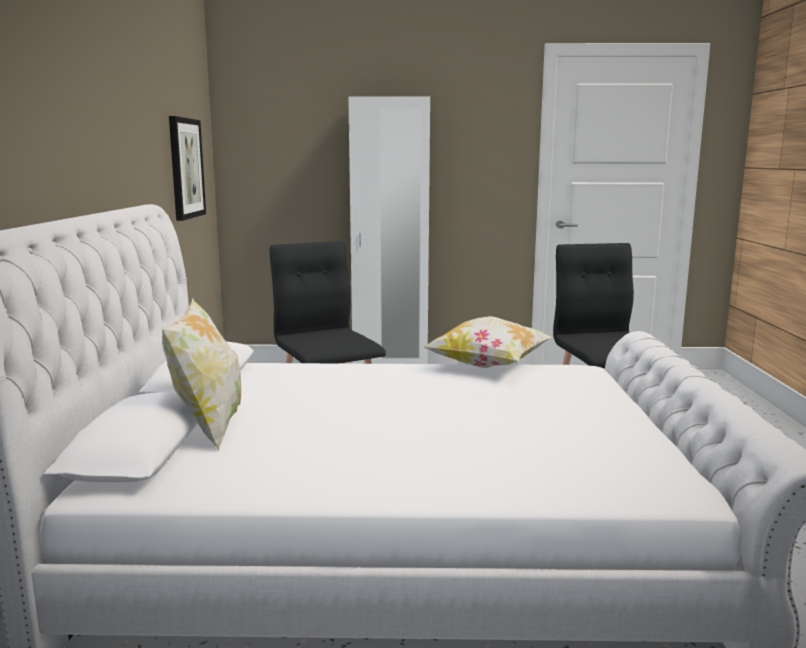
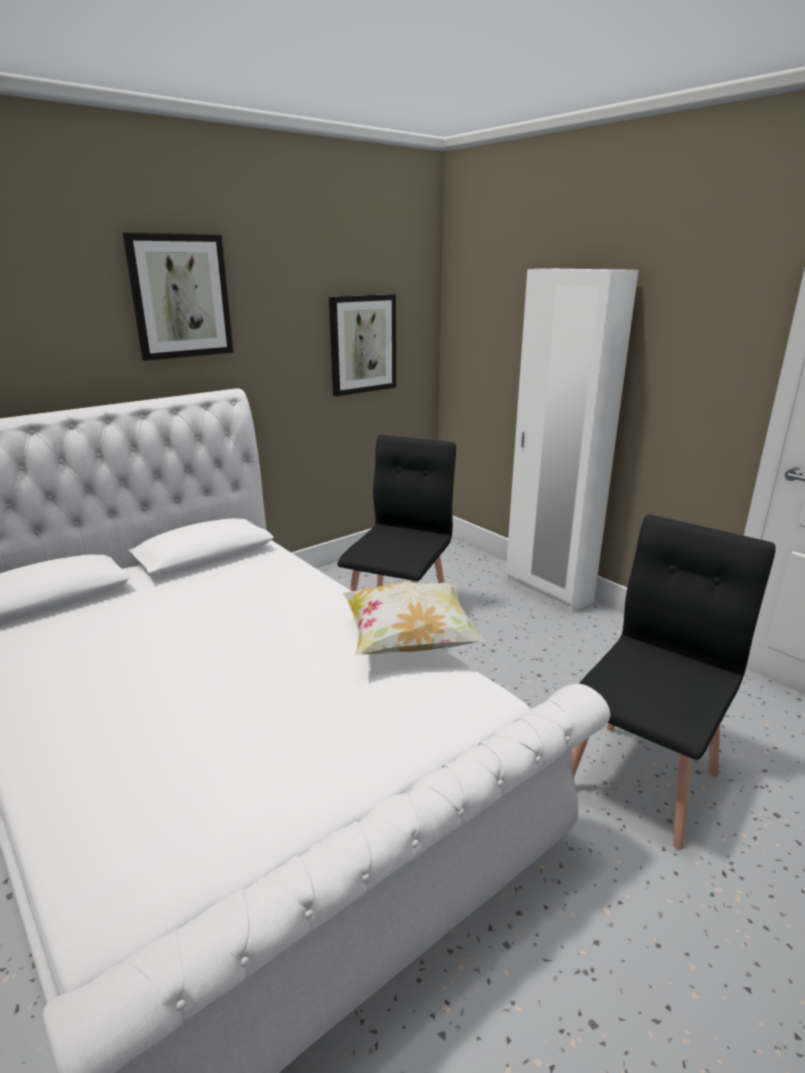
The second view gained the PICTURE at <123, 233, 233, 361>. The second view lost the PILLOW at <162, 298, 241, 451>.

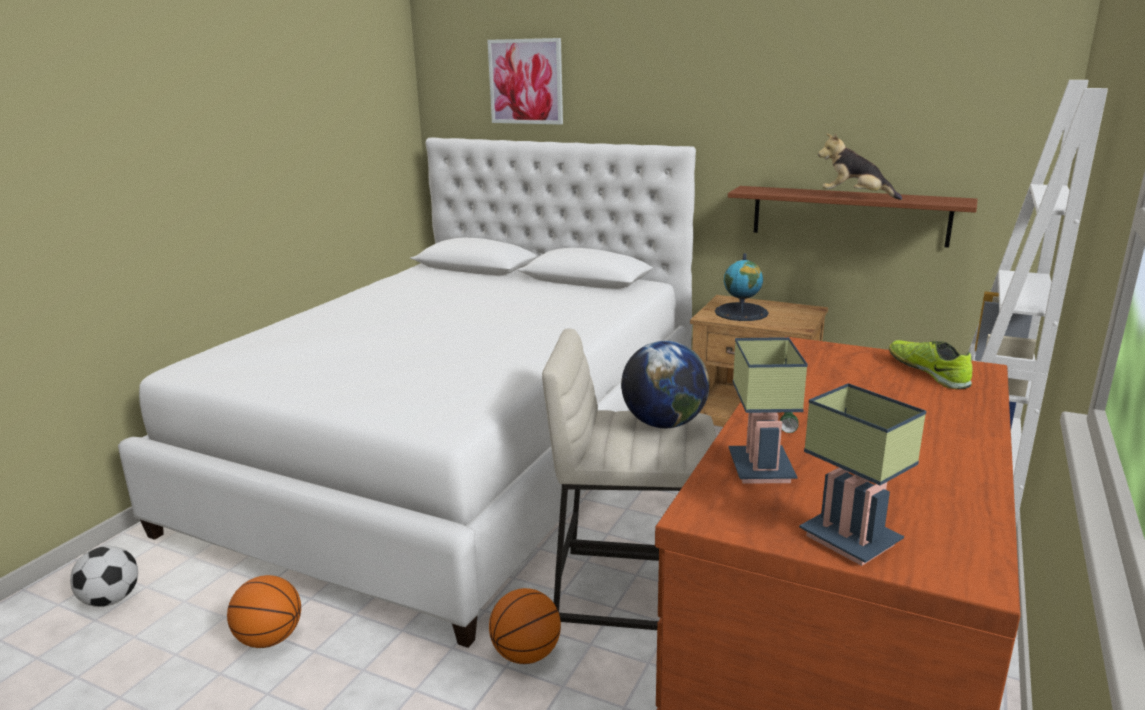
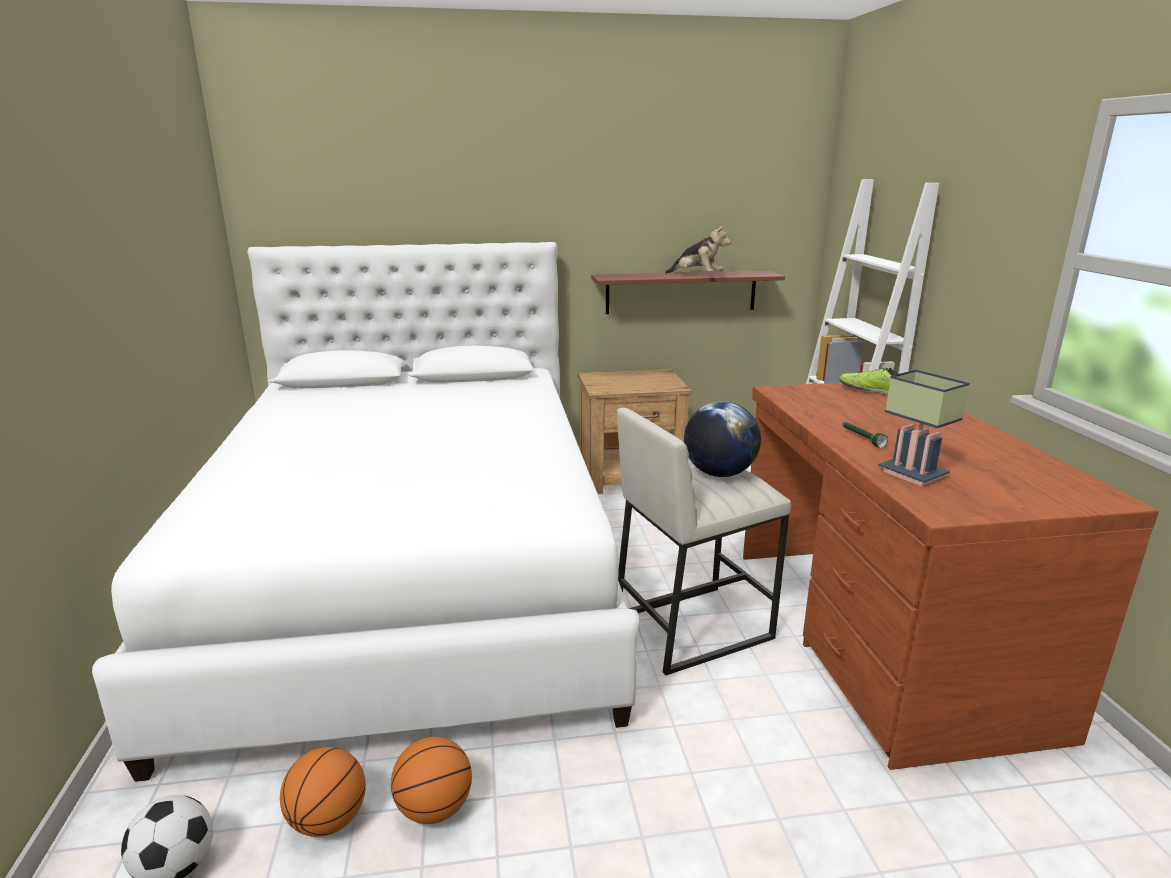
The BALL FOR BASKETBALL ended up elsewhere, having gone from <489, 588, 561, 664> to <280, 747, 366, 837>. The SOFT TOY at <818, 134, 902, 200> ended up facing another way, 135 degrees counterclockwise from before. The second view lost the PICTURE at <487, 38, 563, 125>. The second view lost the GLOBE at <715, 253, 769, 321>. The second view lost the TABLETOP LAMP at <799, 383, 926, 566>.

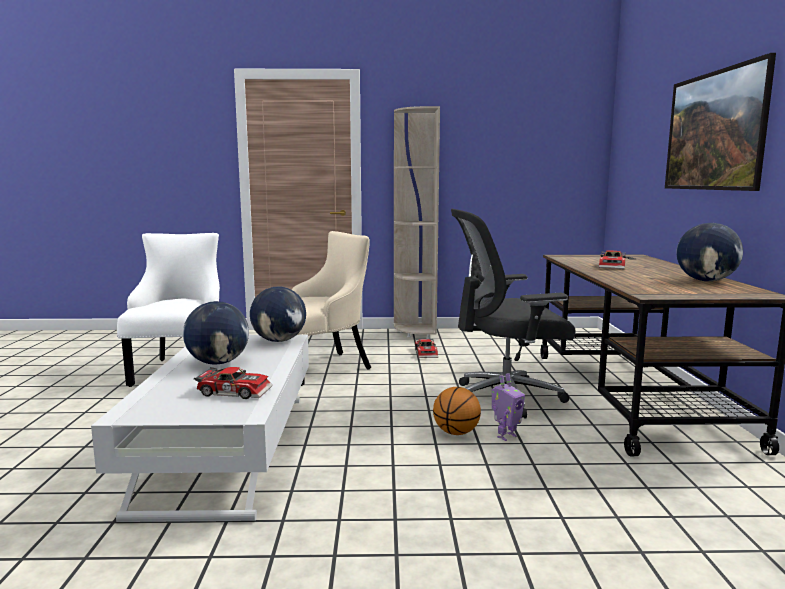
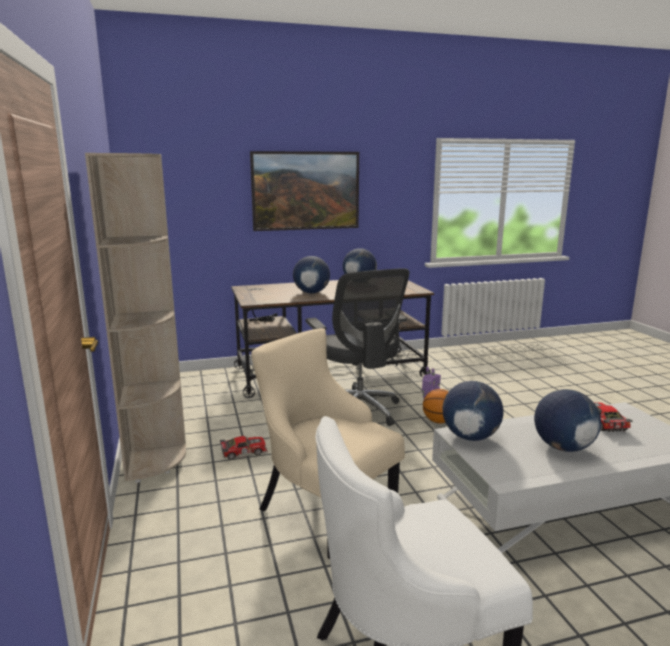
Where the TOY CAR stood at <599, 251, 626, 269>, the GLOBE came to stand at <293, 256, 330, 293>.

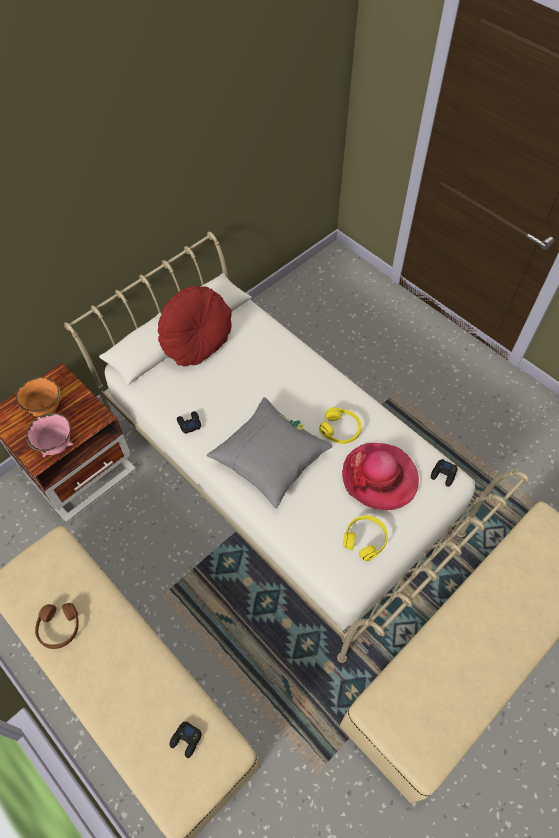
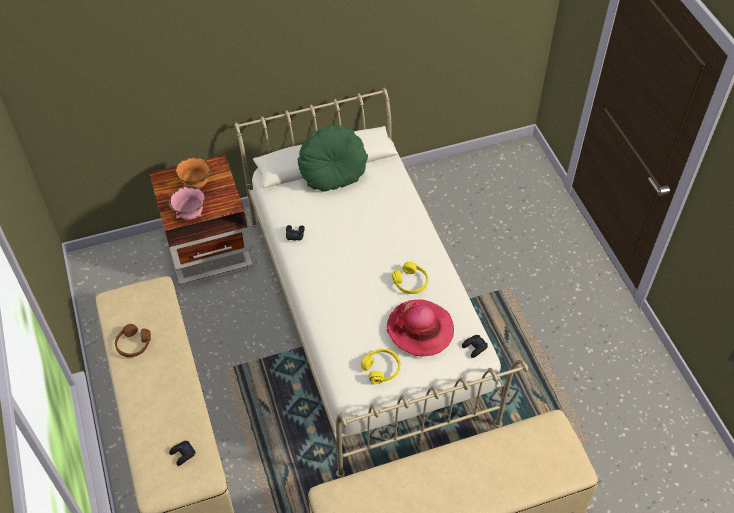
What was the RED PILLOW at <158, 286, 232, 366> turned into the GREENISH PILLOW at <298, 126, 368, 192>. The second view lost the GREY PILLOW at <207, 397, 333, 508>.

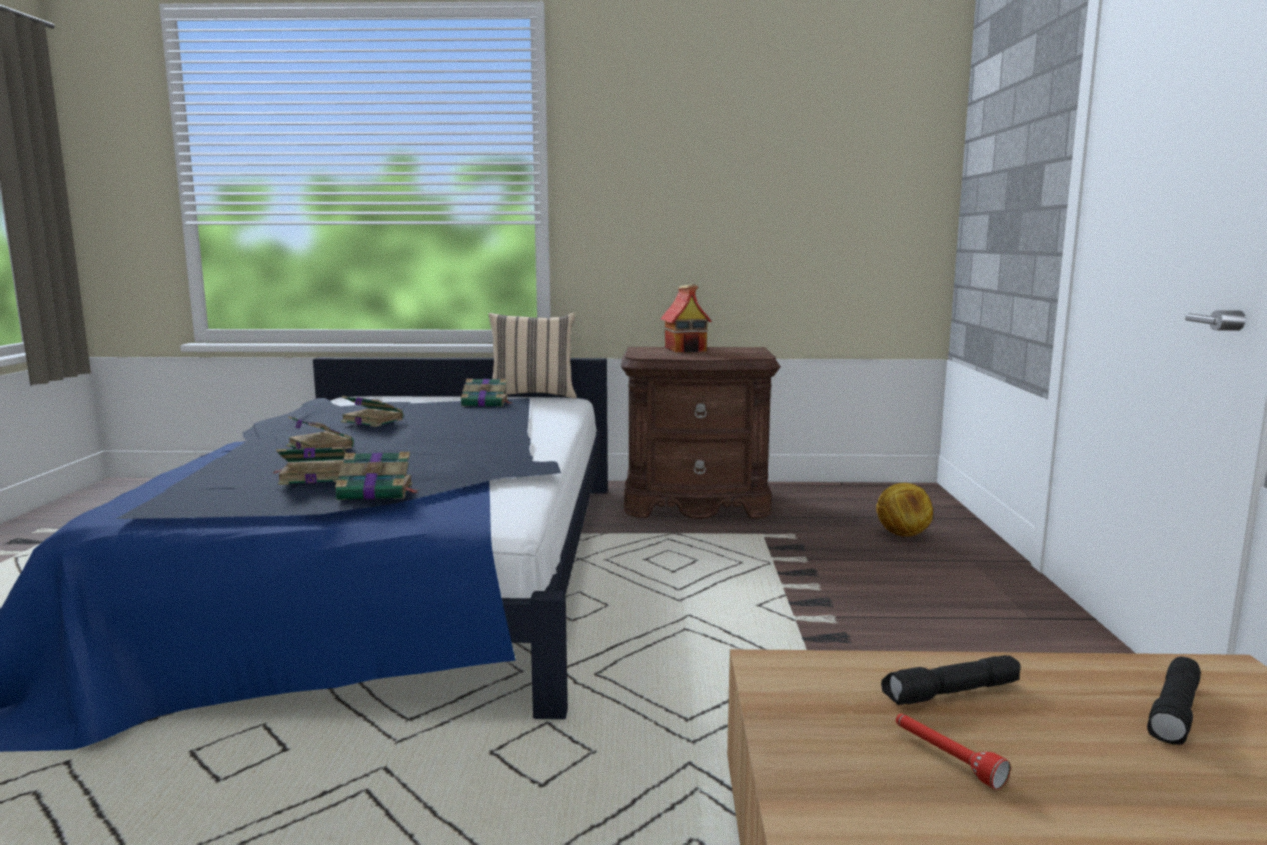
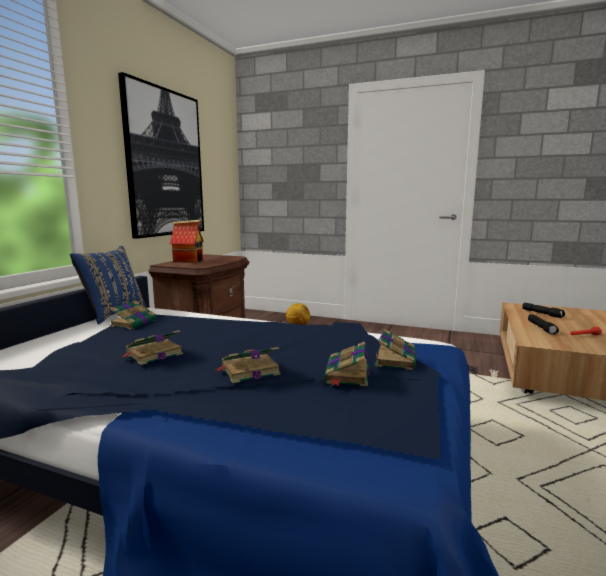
What was the SAND-COLOURED PILLOW at <489, 312, 577, 398> turned into the BLUE-COLOURED PILLOW at <70, 246, 146, 324>. The second view gained the PICTURE at <118, 72, 204, 239>.

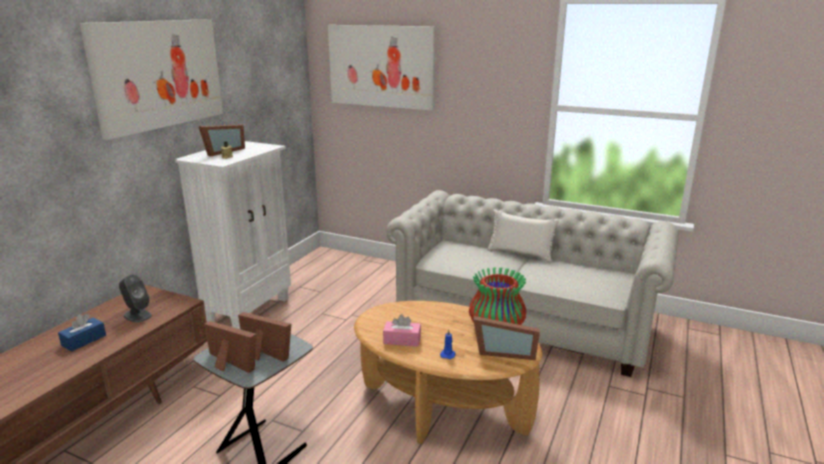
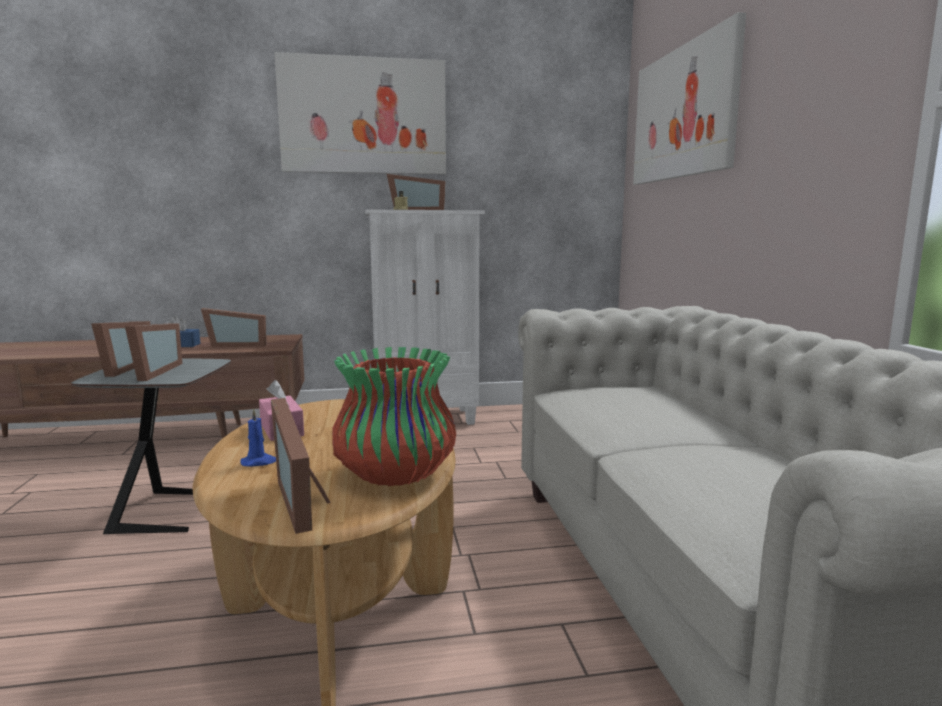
Where the GREY SPEAKER stood at <119, 274, 152, 322>, the PICTURE FRAME came to stand at <201, 308, 266, 347>. The second view lost the WHITE-COLOURED PILLOW at <487, 209, 559, 262>.

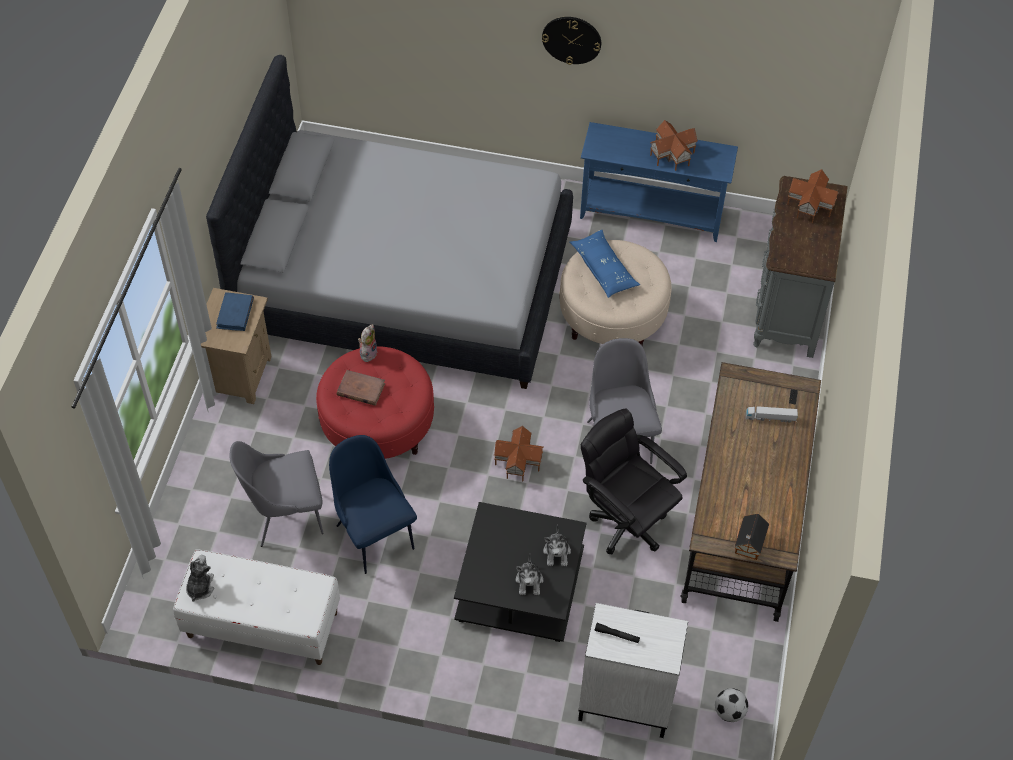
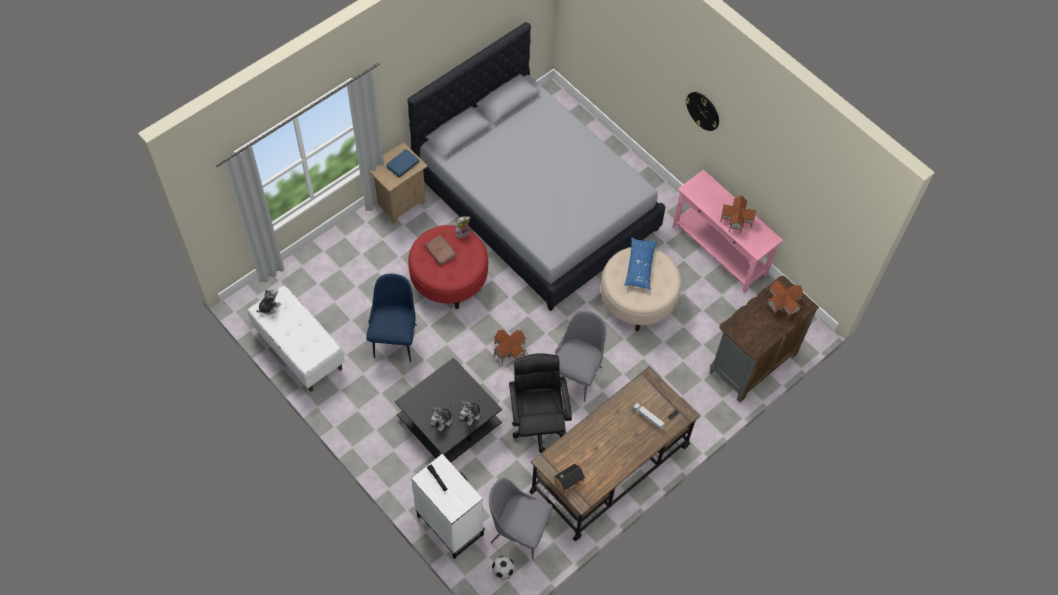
The GREY PLAIN CHAIR ended up elsewhere, having gone from <230, 441, 323, 547> to <489, 478, 552, 560>. What was the BLUE-COLOURED HALL TABLE at <580, 122, 738, 242> turned into the PINK-COLOURED HALL TABLE at <672, 170, 783, 294>.

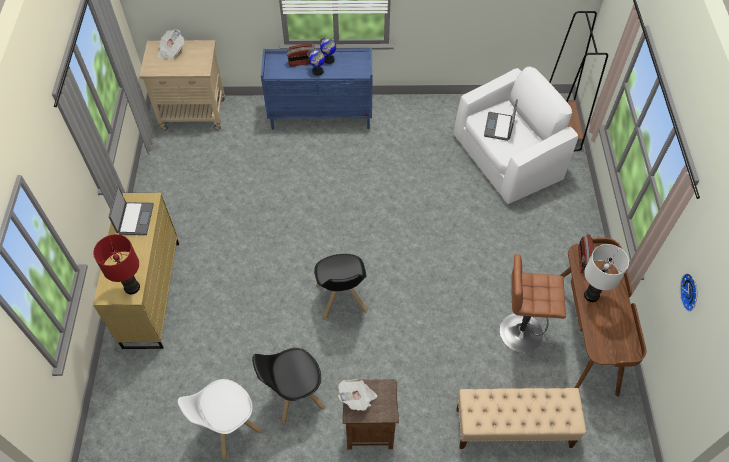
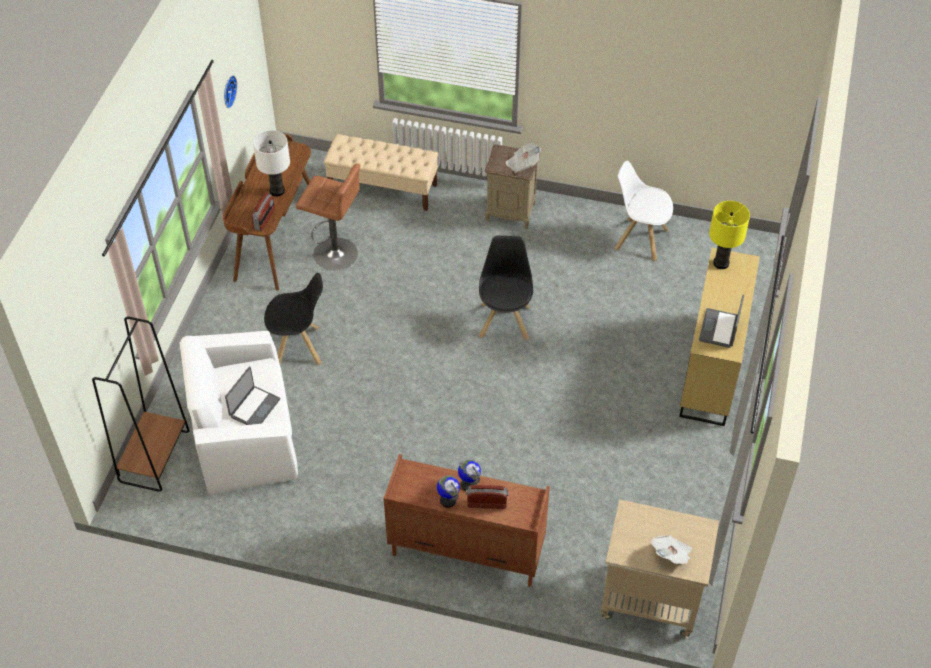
The BLACK-COLOURED PLAIN CHAIR ended up elsewhere, having gone from <252, 348, 325, 425> to <264, 273, 323, 365>. What was the BLUE-COLOURED CABINET at <261, 48, 373, 130> turned into the BROWN CABINET at <383, 454, 550, 587>. The WHITE-COLOURED PLAIN CHAIR at <178, 379, 263, 459> ended up facing another way, 135 degrees counterclockwise from before. What was the RED TABLETOP LAMP at <93, 234, 140, 294> turned into the YELLOWISH TABLETOP LAMP at <709, 201, 750, 269>.

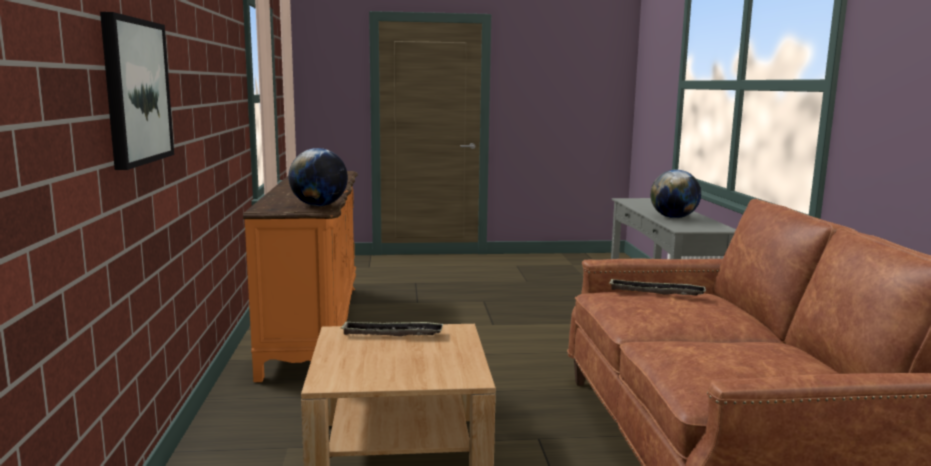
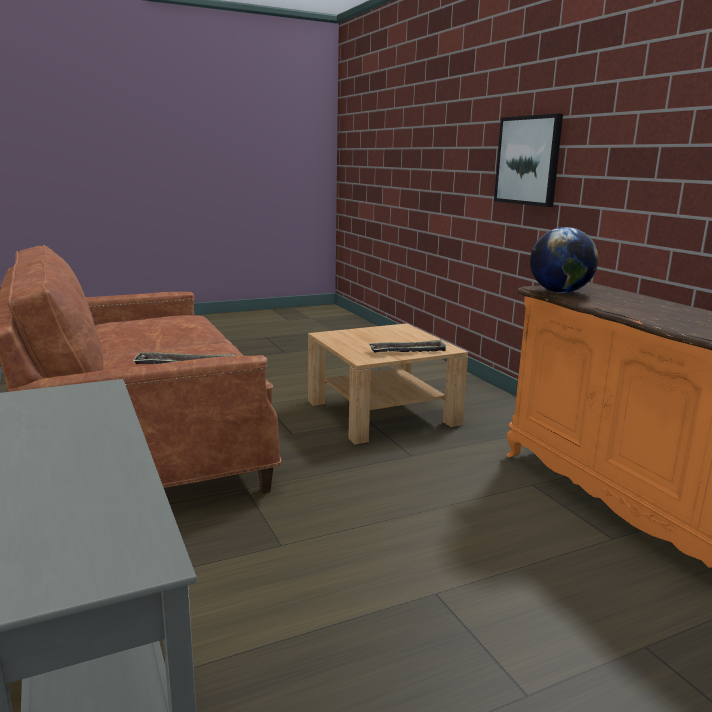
The second view lost the GLOBE at <650, 170, 701, 218>.

